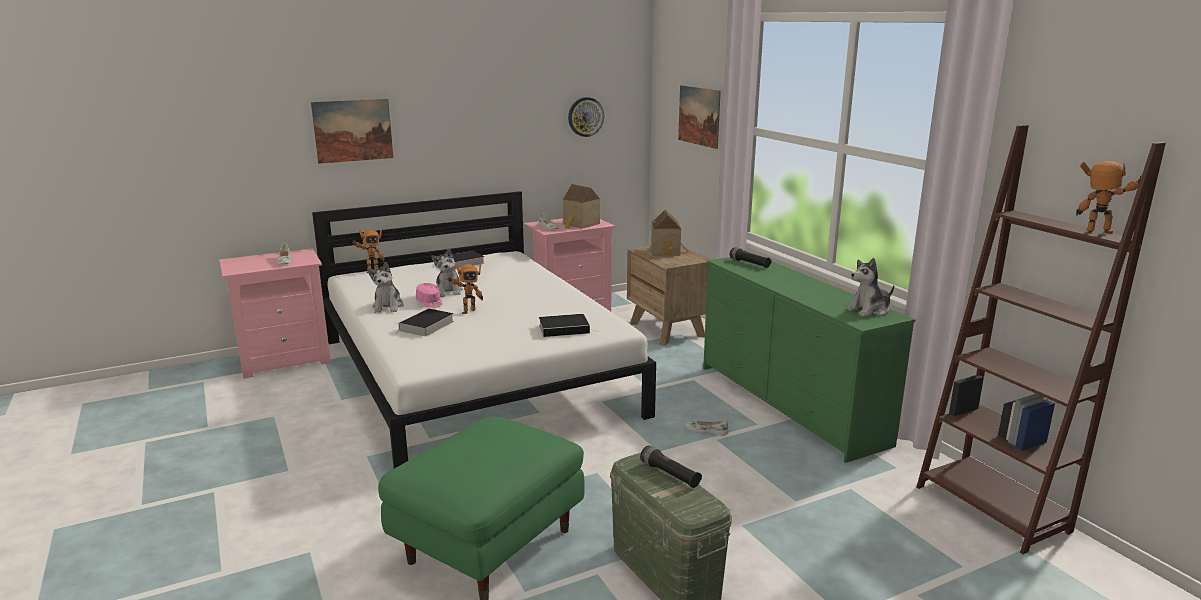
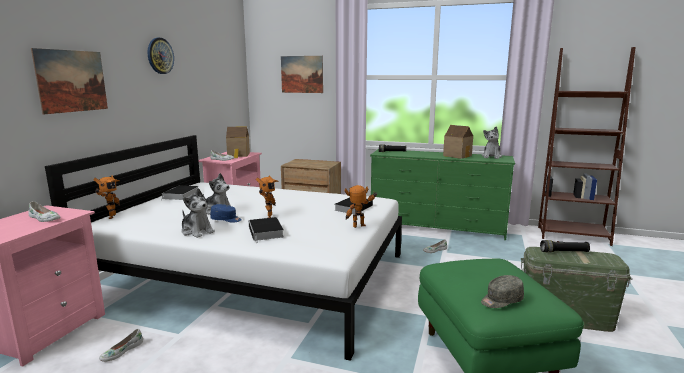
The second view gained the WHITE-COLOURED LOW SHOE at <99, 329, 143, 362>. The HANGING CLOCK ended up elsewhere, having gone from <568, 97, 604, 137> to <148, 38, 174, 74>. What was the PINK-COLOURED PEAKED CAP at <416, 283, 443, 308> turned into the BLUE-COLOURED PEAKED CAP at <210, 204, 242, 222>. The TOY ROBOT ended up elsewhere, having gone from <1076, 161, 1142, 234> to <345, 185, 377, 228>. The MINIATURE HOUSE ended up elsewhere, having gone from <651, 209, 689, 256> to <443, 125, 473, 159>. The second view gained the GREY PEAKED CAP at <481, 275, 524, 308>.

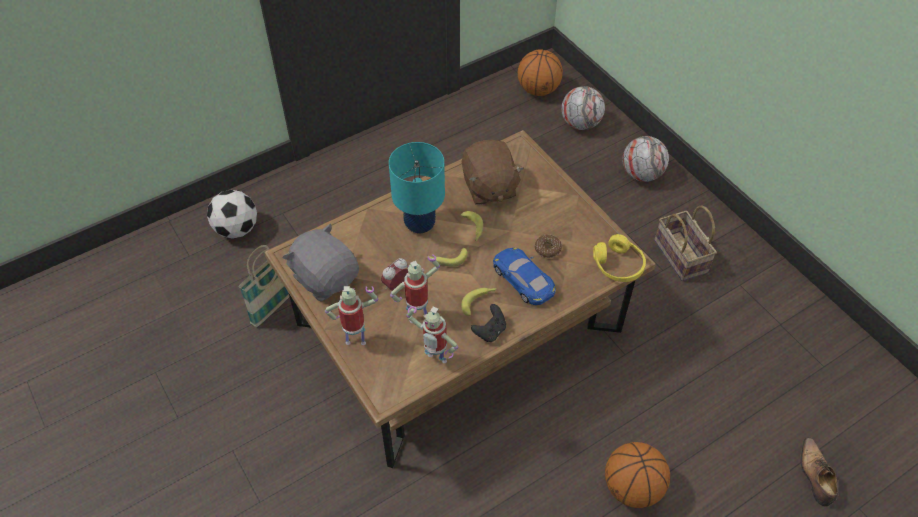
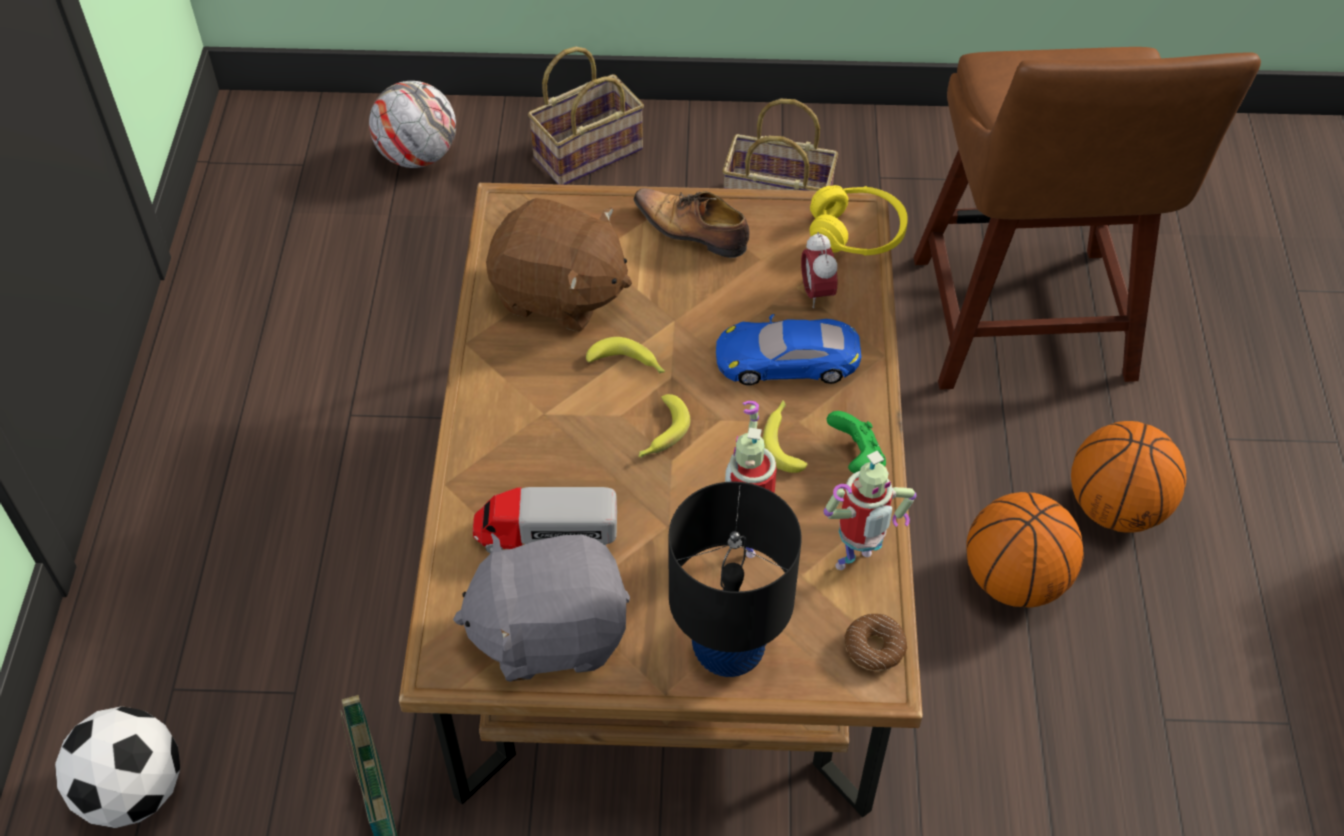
The second view gained the TOY LORRY at <473, 487, 617, 553>. Where the FOOTBALL stood at <622, 136, 669, 182>, the HOUSEHOLD BASKET came to stand at <528, 46, 644, 185>. The LOW SHOE ended up elsewhere, having gone from <800, 438, 838, 507> to <633, 188, 750, 258>. Where the TOY ROBOT stood at <325, 286, 378, 345>, the BLACK-COLOURED TABLETOP LAMP came to stand at <669, 482, 802, 677>. The BEDSIDE CLOCK ended up elsewhere, having gone from <381, 258, 408, 291> to <801, 232, 838, 308>. What was the BLACK-COLOURED JOYPAD at <471, 304, 506, 342> turned into the GREENISH JOYPAD at <827, 411, 886, 473>. The RING DOUGHNUT ended up elsewhere, having gone from <535, 235, 562, 258> to <844, 614, 907, 671>. The second view gained the BROWN PLAIN CHAIR at <914, 47, 1261, 390>. The BALL FOR BASKETBALL ended up elsewhere, having gone from <518, 49, 563, 96> to <967, 492, 1083, 608>. The second view lost the BLUE-GREEN TABLETOP LAMP at <389, 142, 445, 234>.

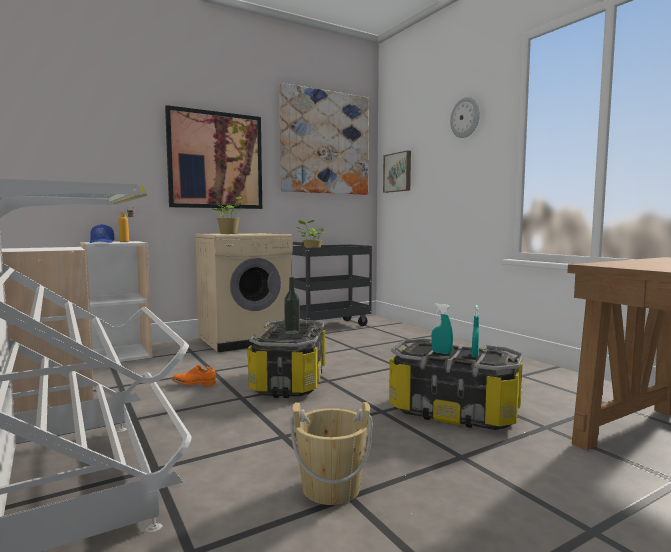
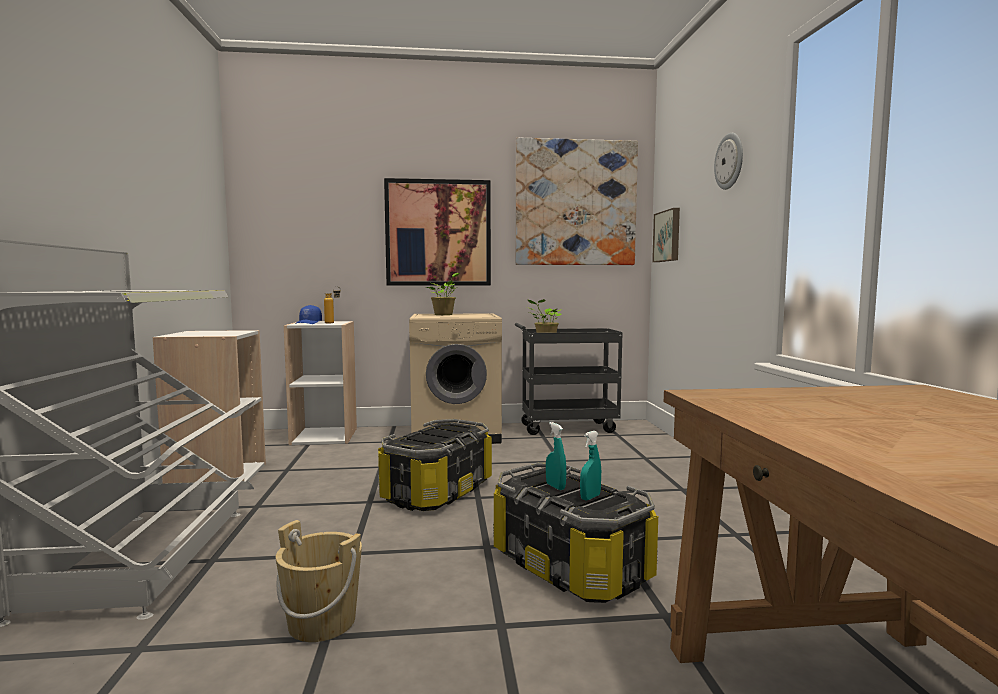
The second view lost the ORANGEY LOW SHOE at <172, 365, 216, 386>. The second view lost the BEVERAGE BOTTLE at <284, 277, 300, 334>.

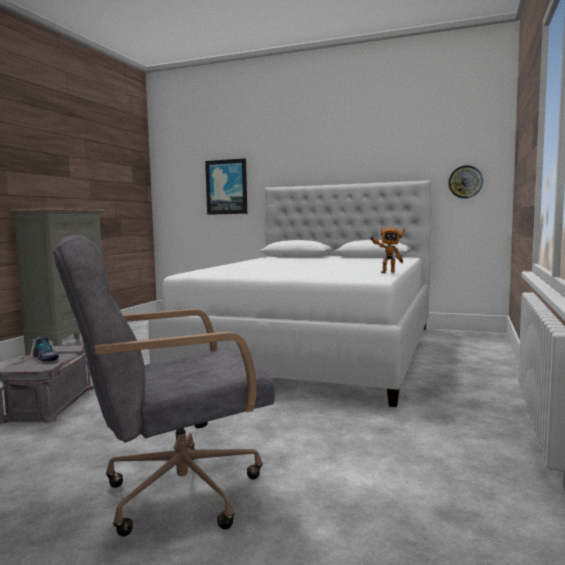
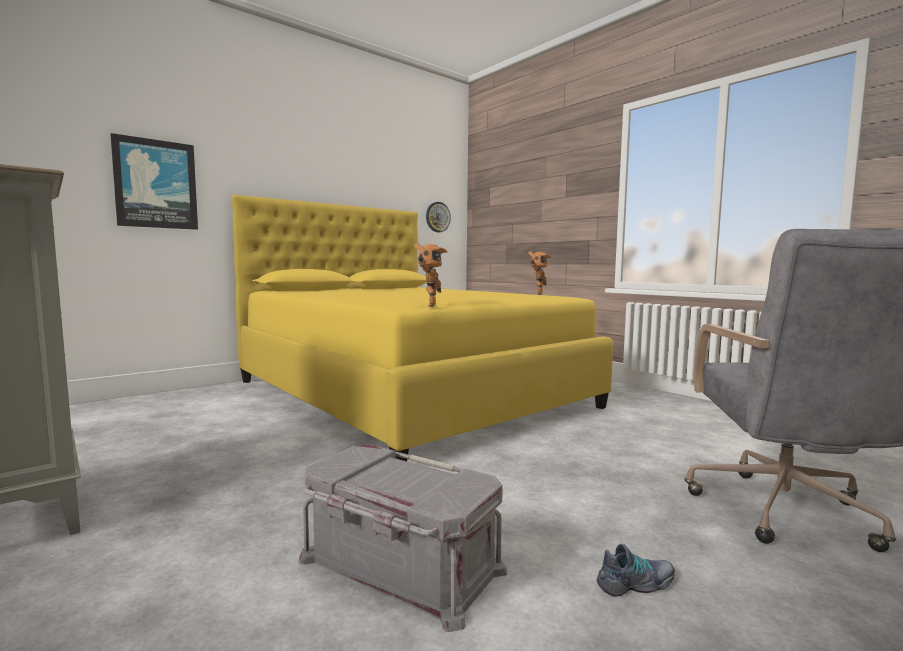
What was the WHITE-COLOURED BED at <148, 180, 431, 407> turned into the YELLOWISH BED at <232, 195, 613, 461>. The second view gained the TOY ROBOT at <414, 242, 448, 307>. The LOW SHOE ended up elsewhere, having gone from <33, 337, 59, 362> to <597, 544, 675, 596>.

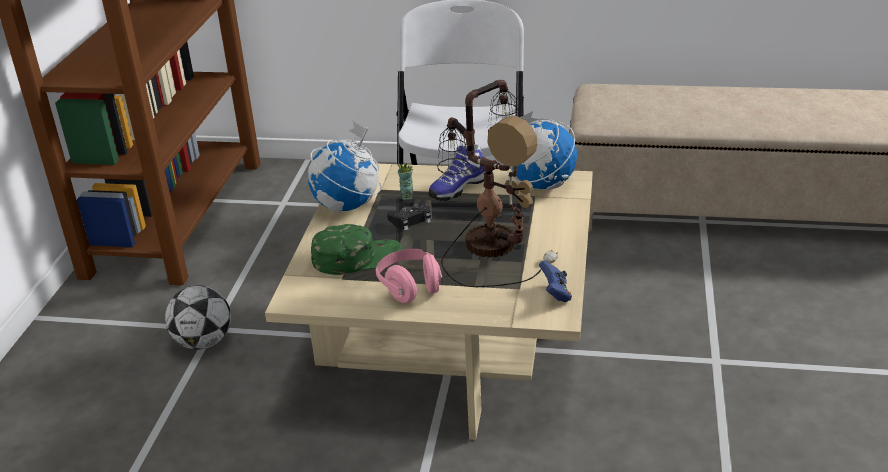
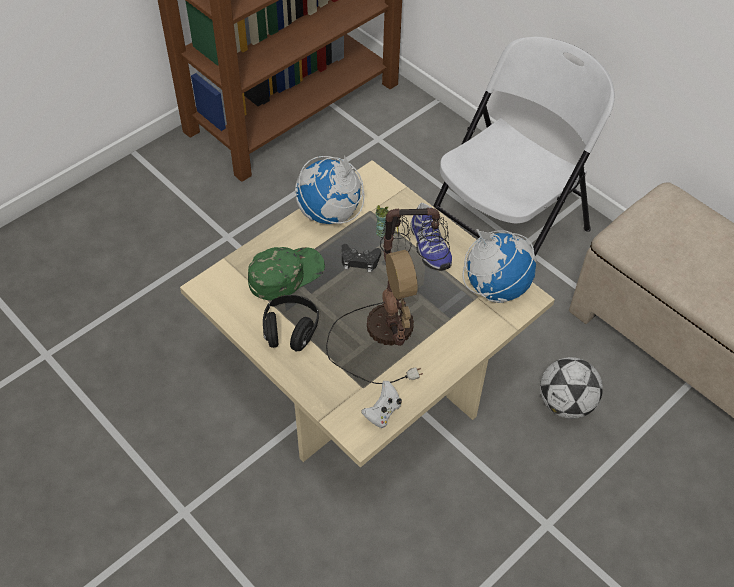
The GREENISH PEAKED CAP at <311, 224, 402, 275> ended up facing another way, 60 degrees counterclockwise from before. What was the PINK-COLOURED HEADPHONES at <375, 249, 443, 303> turned into the BLACK-COLOURED HEADPHONES at <263, 295, 319, 351>. What was the BLUE-COLOURED JOYPAD at <539, 261, 572, 302> turned into the WHITE-COLOURED JOYPAD at <361, 381, 402, 428>. The LOW SHOE at <428, 144, 486, 201> ended up facing another way, 105 degrees counterclockwise from before. The FOOTBALL ended up elsewhere, having gone from <165, 285, 231, 350> to <540, 357, 603, 419>.

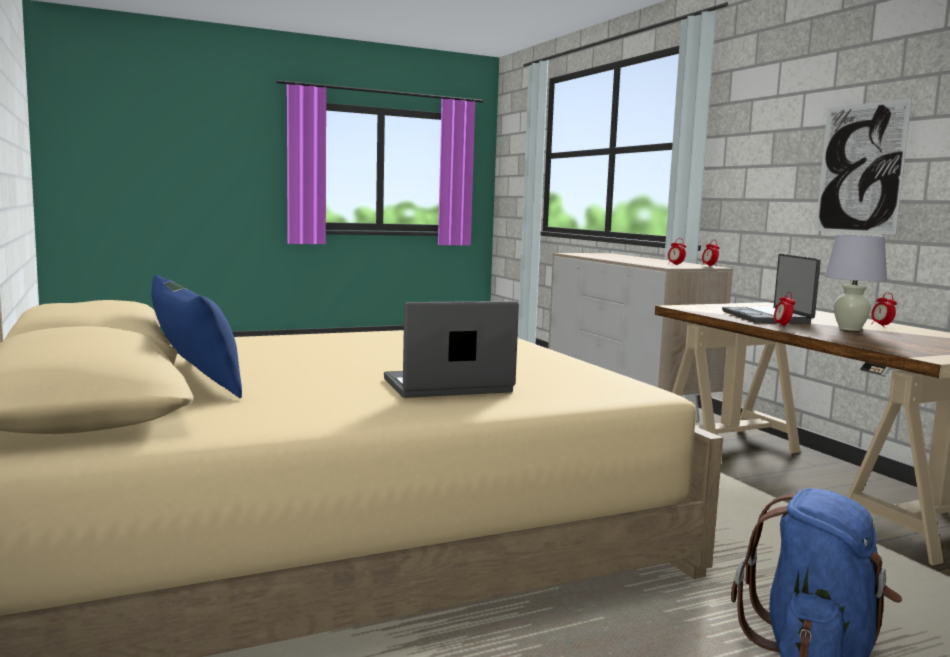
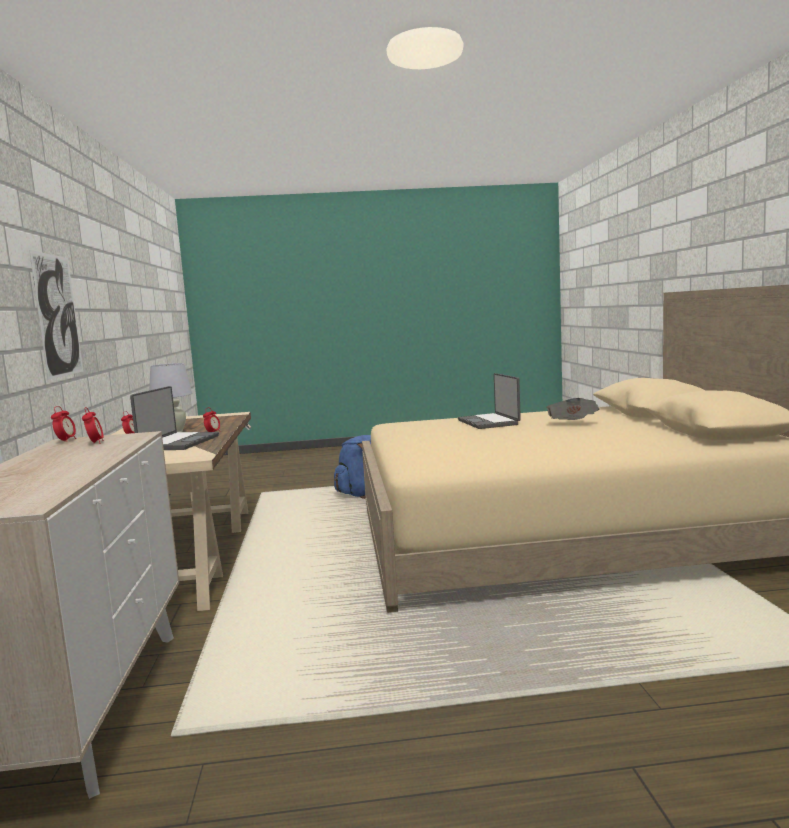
The LAPTOP at <384, 301, 519, 398> ended up facing another way, 75 degrees clockwise from before. The second view gained the NEWSPAPER at <546, 398, 599, 420>. The second view lost the BLUE-COLOURED PILLOW at <151, 275, 242, 398>.

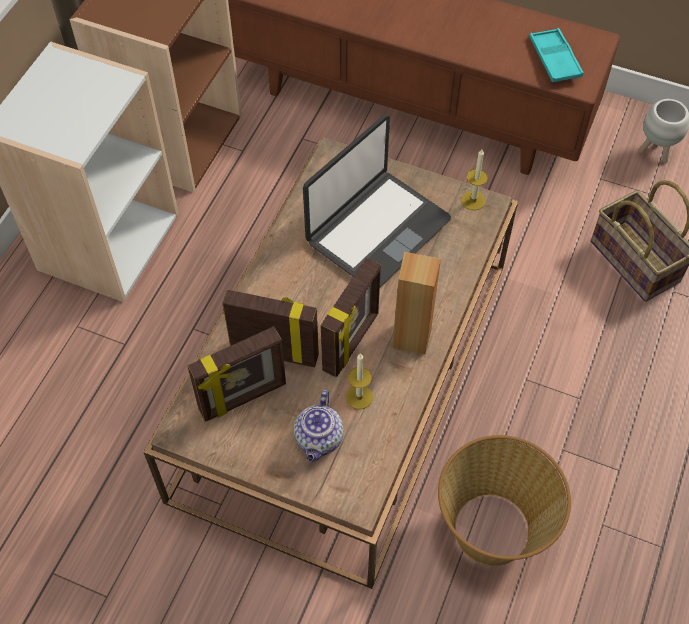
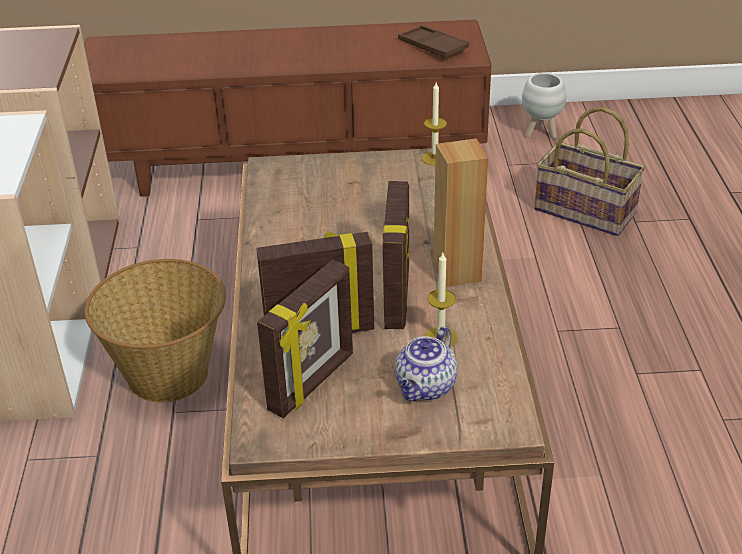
The HOUSEHOLD BASKET ended up elsewhere, having gone from <438, 435, 571, 566> to <85, 259, 226, 403>. The TEAPOT at <294, 390, 344, 462> ended up facing another way, 45 degrees clockwise from before. What was the BLUE-GREEN SERVING TRAY at <529, 28, 584, 82> turned into the BROWN SERVING TRAY at <398, 25, 469, 58>. The second view lost the LAPTOP at <303, 114, 451, 287>.

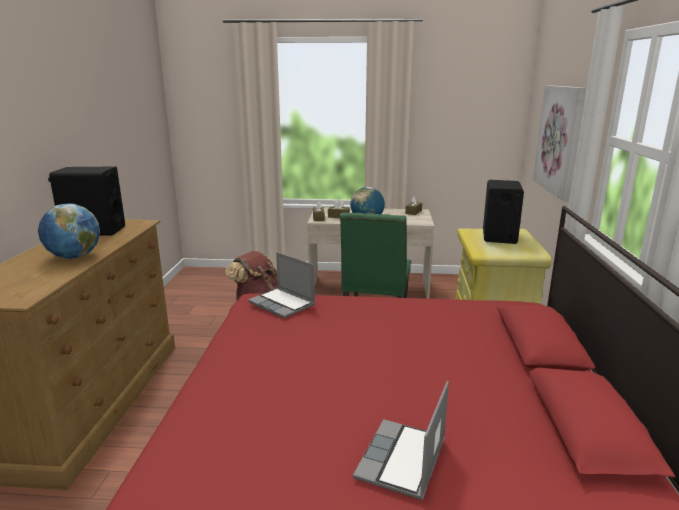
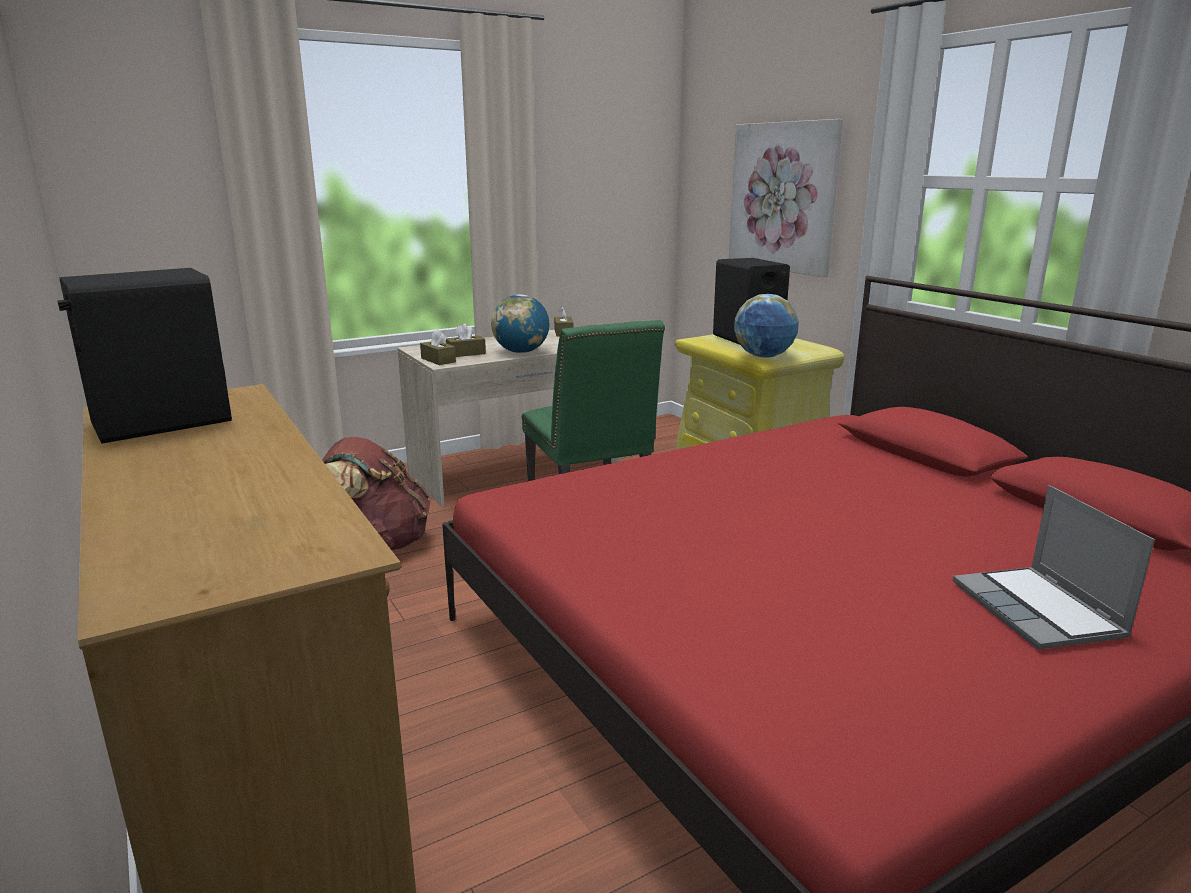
The GLOBE ended up elsewhere, having gone from <38, 204, 100, 259> to <734, 294, 799, 358>. The second view lost the LAPTOP at <248, 252, 315, 318>.

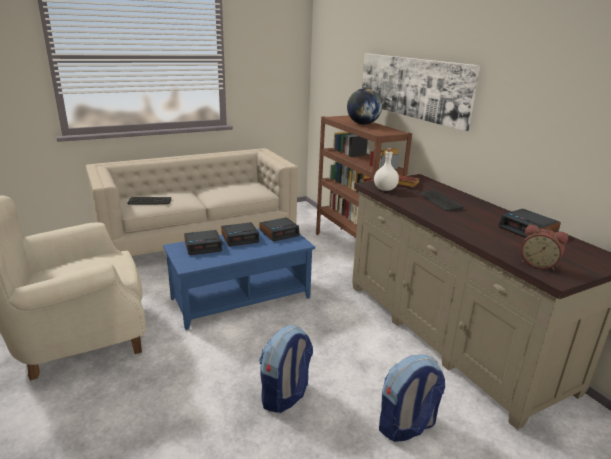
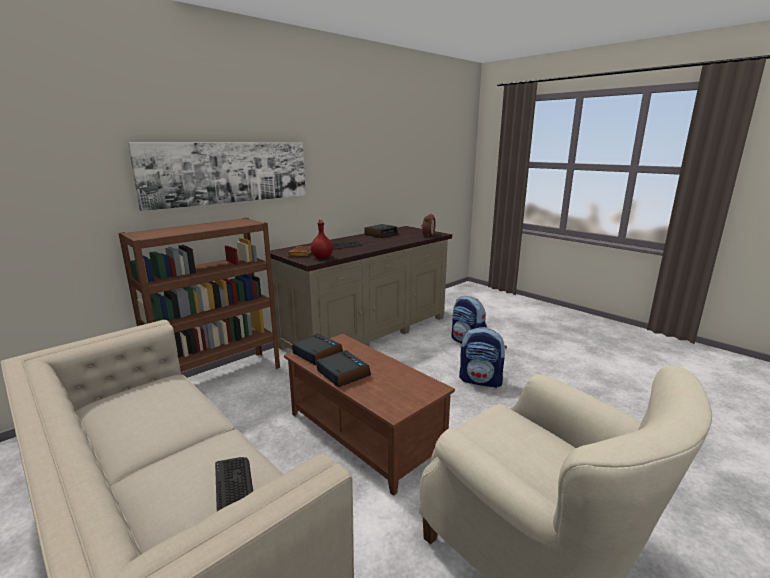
What was the BLUE-COLOURED COFFEE TABLE at <163, 228, 315, 330> turned into the BROWN COFFEE TABLE at <284, 334, 455, 496>. What was the WHITE-COLOURED BEVERAGE BOTTLE at <374, 148, 399, 191> turned into the RED BEVERAGE BOTTLE at <311, 219, 333, 259>. The second view lost the BEDSIDE CLOCK at <184, 230, 223, 255>. The second view lost the GLOBE at <347, 88, 382, 125>.

